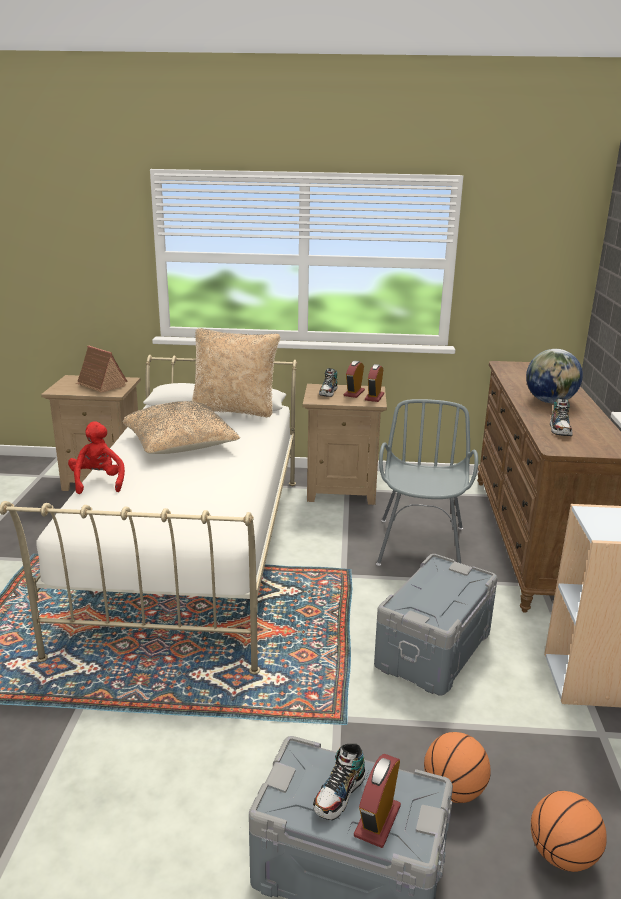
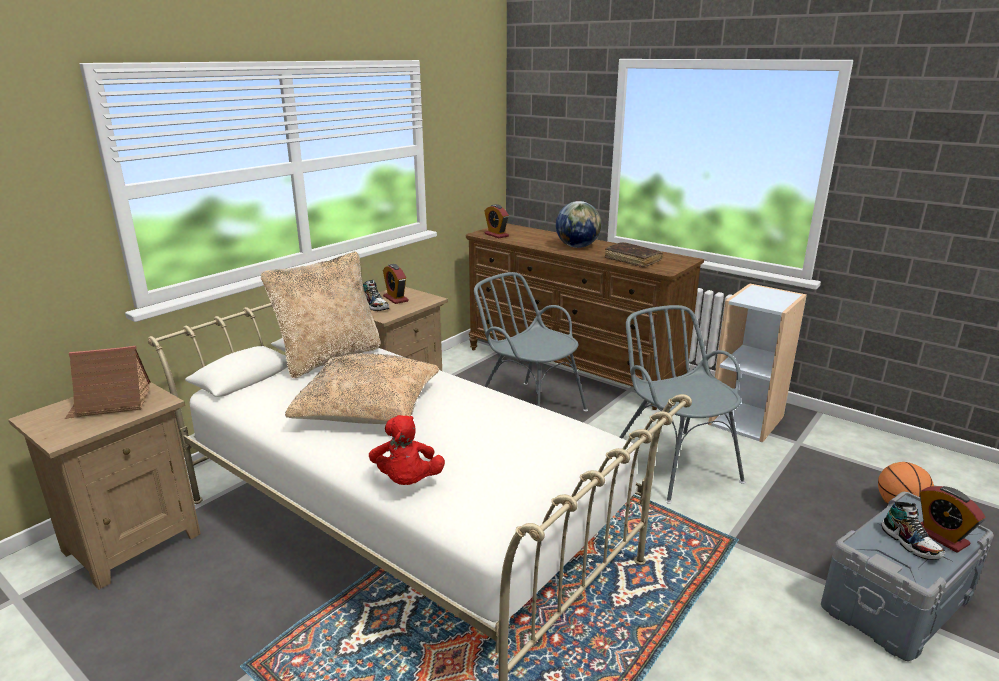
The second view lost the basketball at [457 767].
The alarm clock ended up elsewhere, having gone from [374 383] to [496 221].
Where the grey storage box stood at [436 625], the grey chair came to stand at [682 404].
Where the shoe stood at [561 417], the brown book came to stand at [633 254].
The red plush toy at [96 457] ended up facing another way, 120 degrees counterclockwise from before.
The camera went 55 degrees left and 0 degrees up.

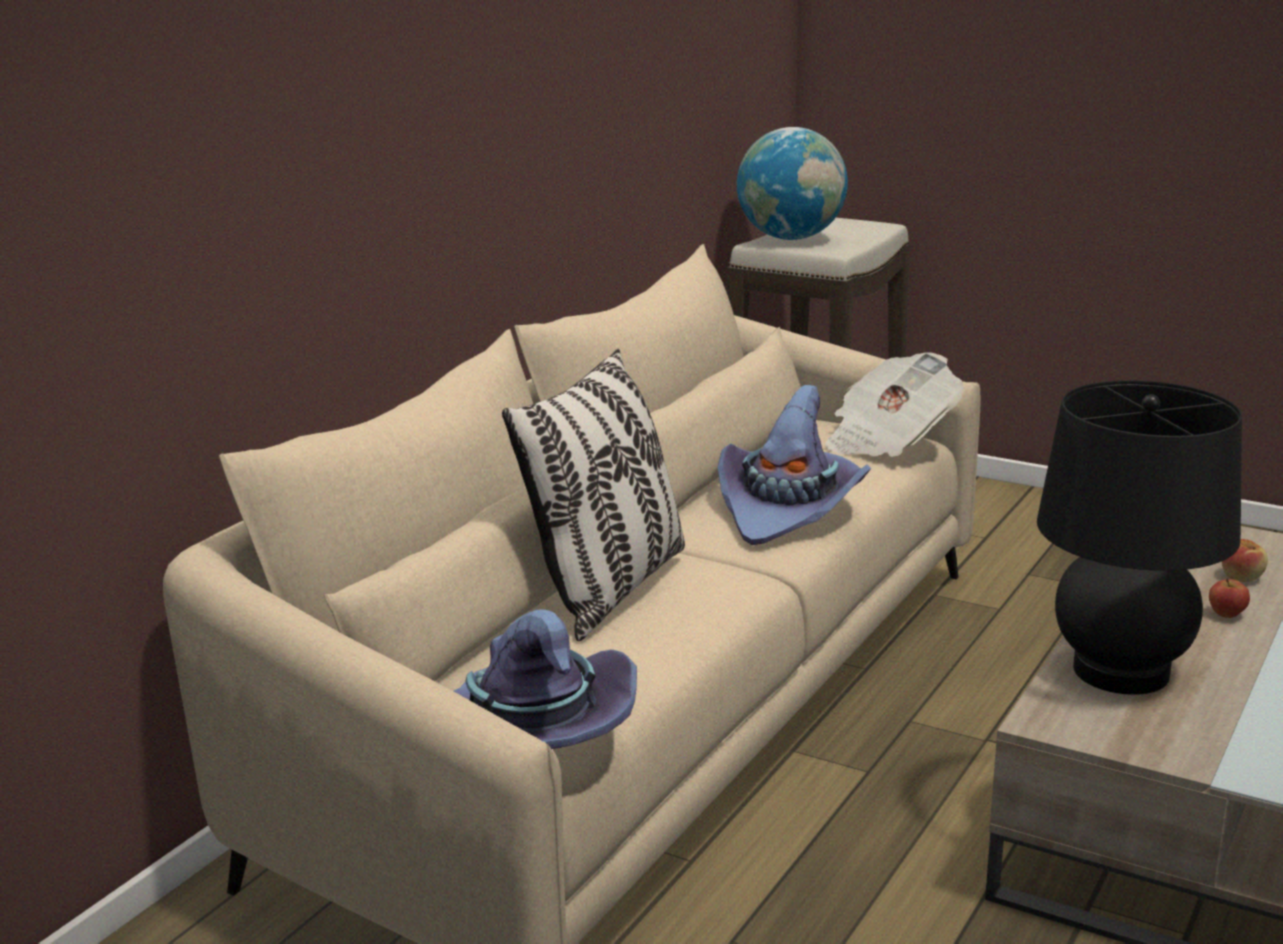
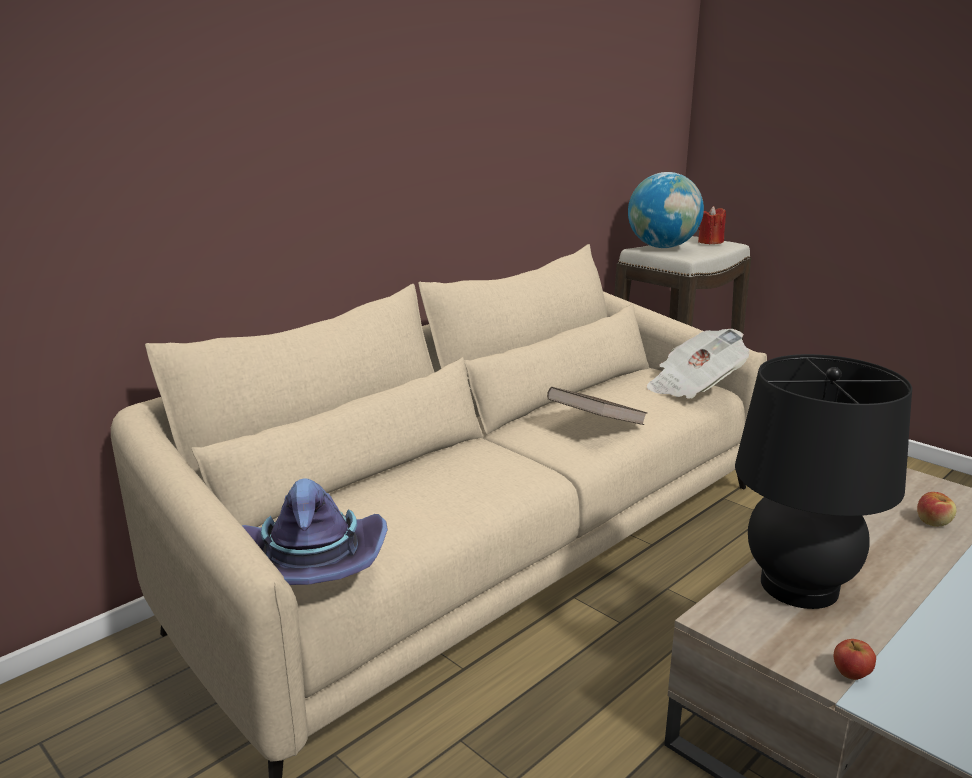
The second view lost the pillow at [593 495].
The second view gained the red candle at [712 225].
The apple ended up elsewhere, having gone from [1229 598] to [855 659].
Where the purple hat stood at [794 465], the brown book came to stand at [597 406].
The camera went 15 degrees right and 0 degrees up.

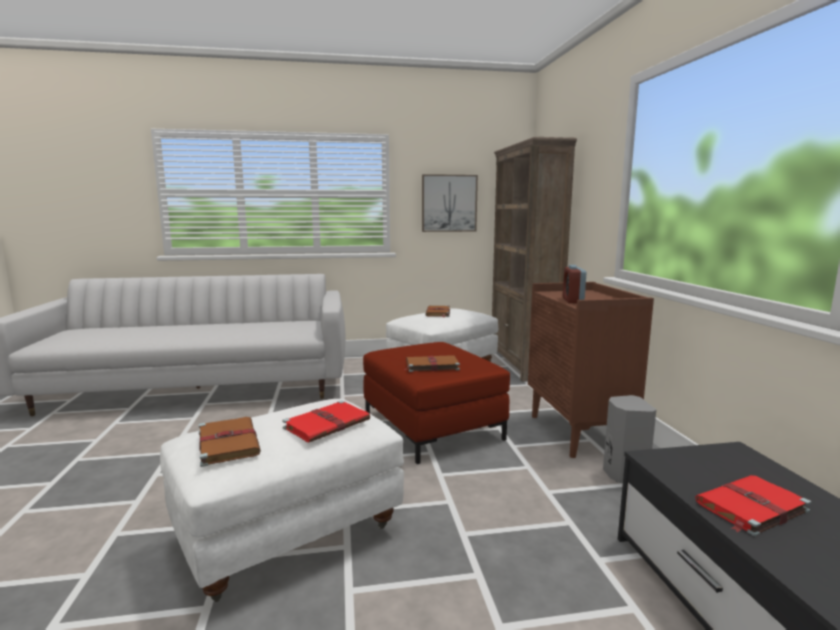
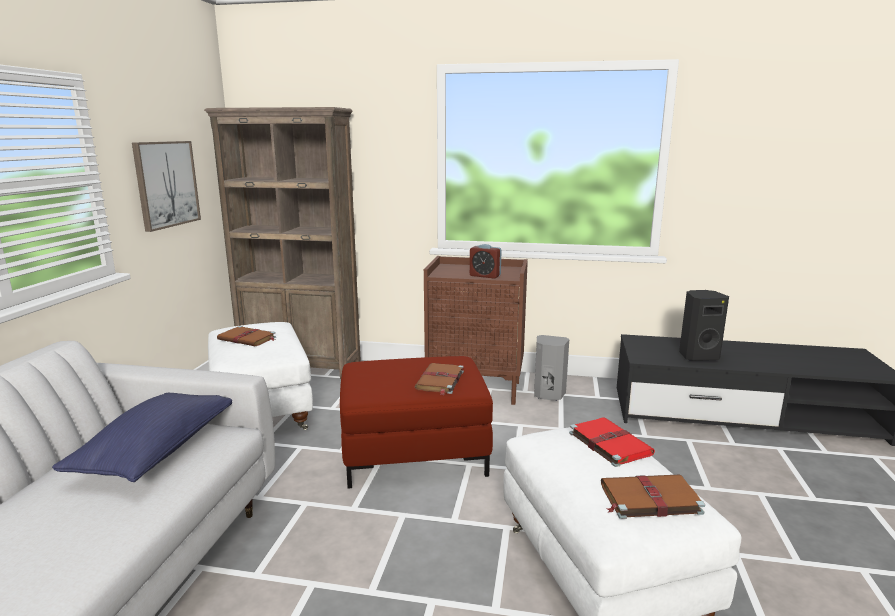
The second view gained the blue pillow at [142 437].
Where the red book stood at [753 505], the black speaker came to stand at [704 325].
The camera went 70 degrees left and 5 degrees up.

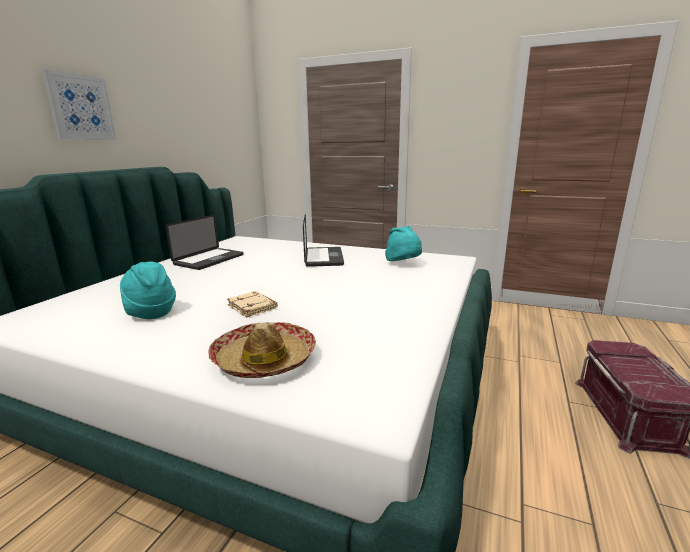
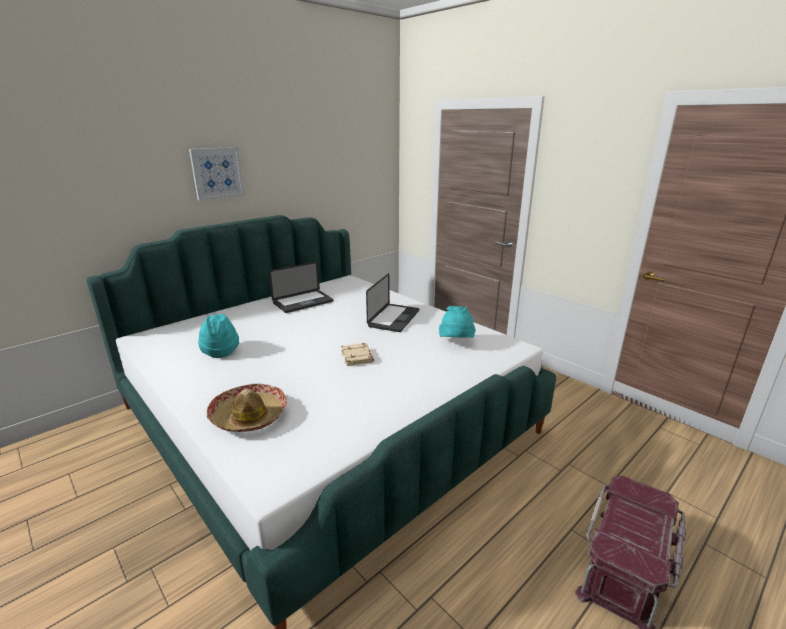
The beige book ended up elsewhere, having gone from [252 304] to [357 354].
The camera went 25 degrees right and 5 degrees up.

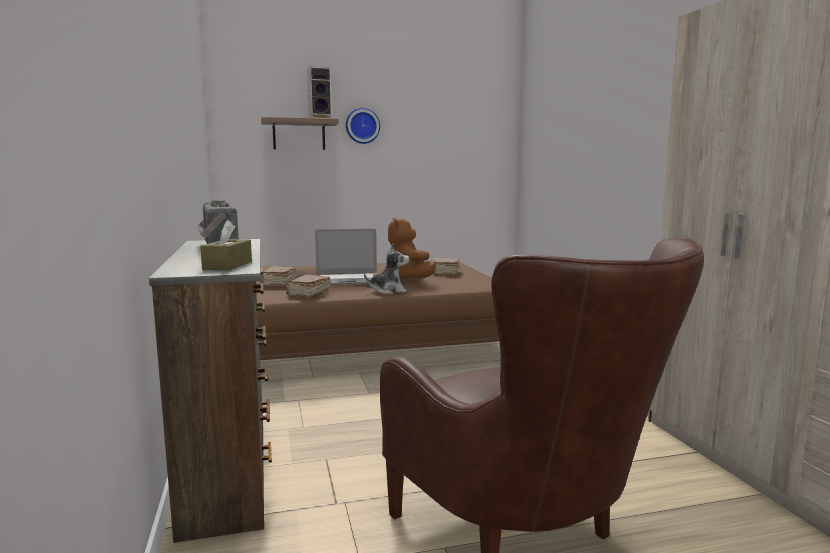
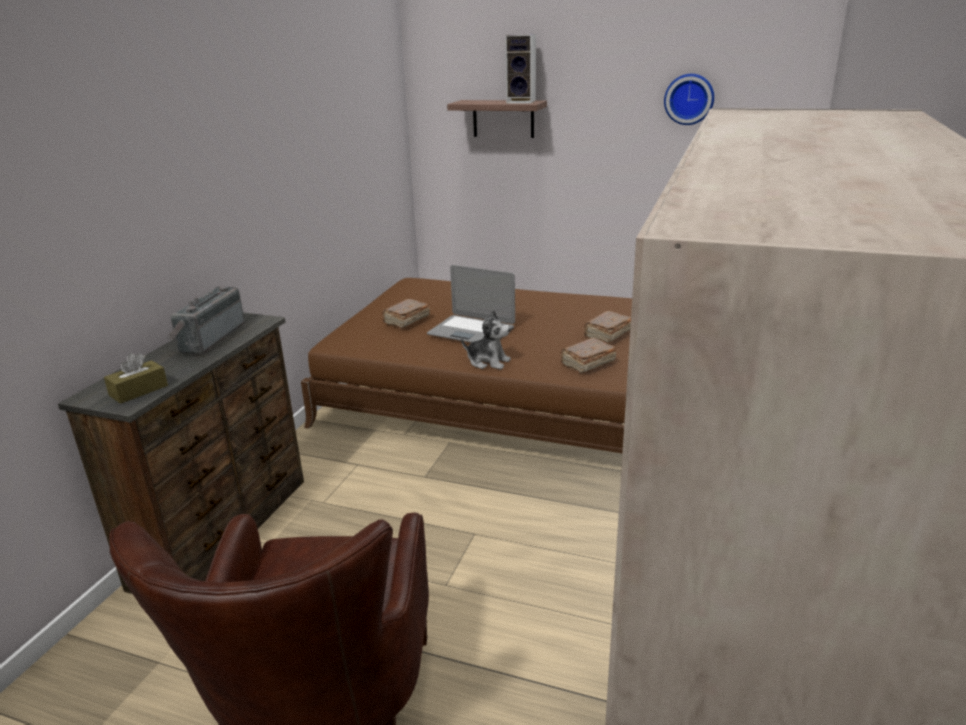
The second view lost the brown plush toy at [412 248].
The brown book ended up elsewhere, having gone from [308 286] to [588 356].
The wall clock ended up elsewhere, having gone from [363 126] to [689 99].
The camera went 35 degrees right and 15 degrees up.

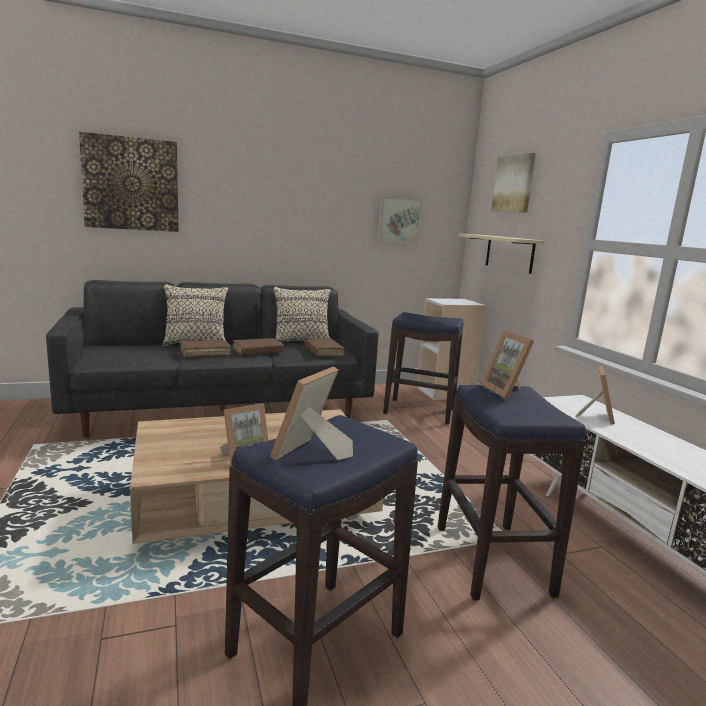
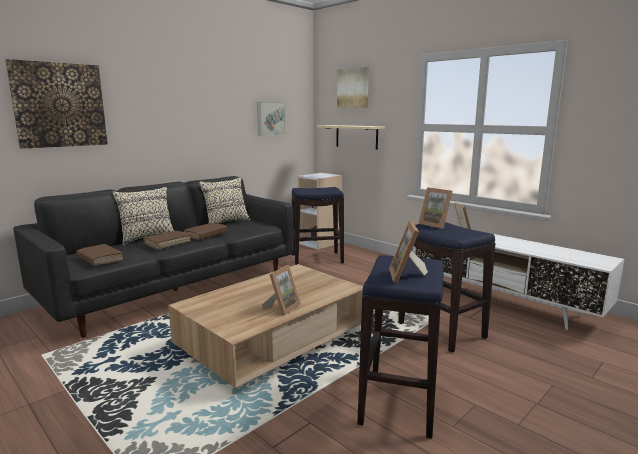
The brown book ended up elsewhere, having gone from [324 347] to [99 255].
The camera went 25 degrees left and 0 degrees up.

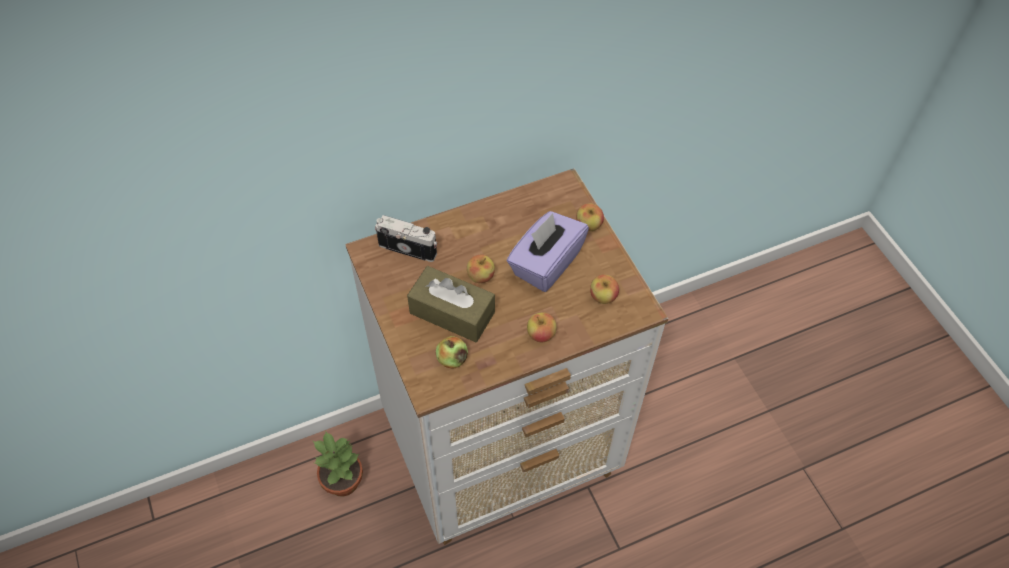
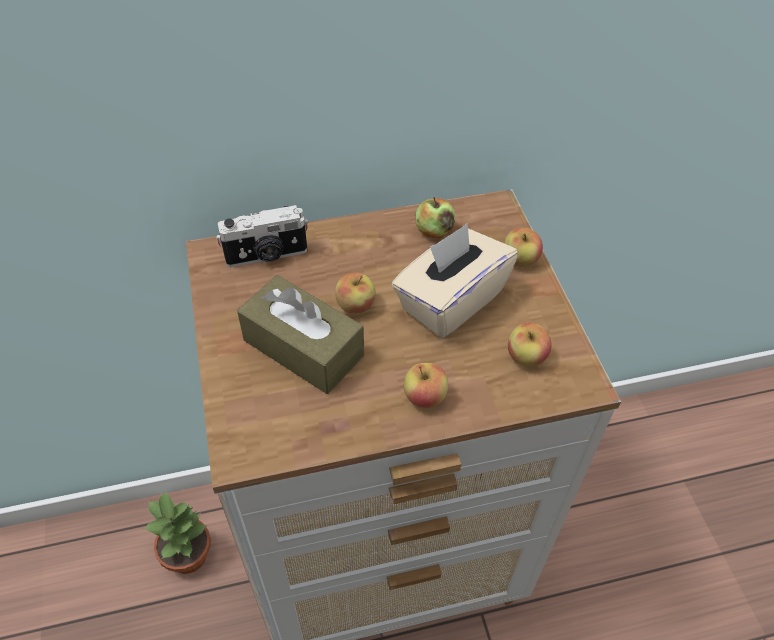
The apple ended up elsewhere, having gone from [452 352] to [435 217].
What was the purple tissue box at [548 251] turned into the beige tissue box at [455 280].
The photo camera at [406 238] ended up facing another way, 135 degrees clockwise from before.
The camera went 10 degrees right and 5 degrees down.

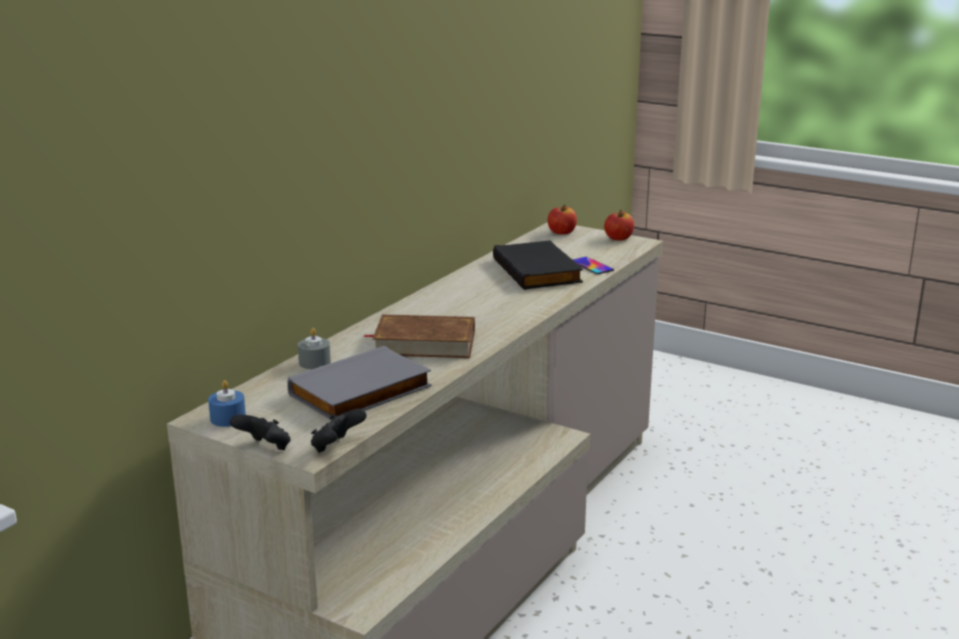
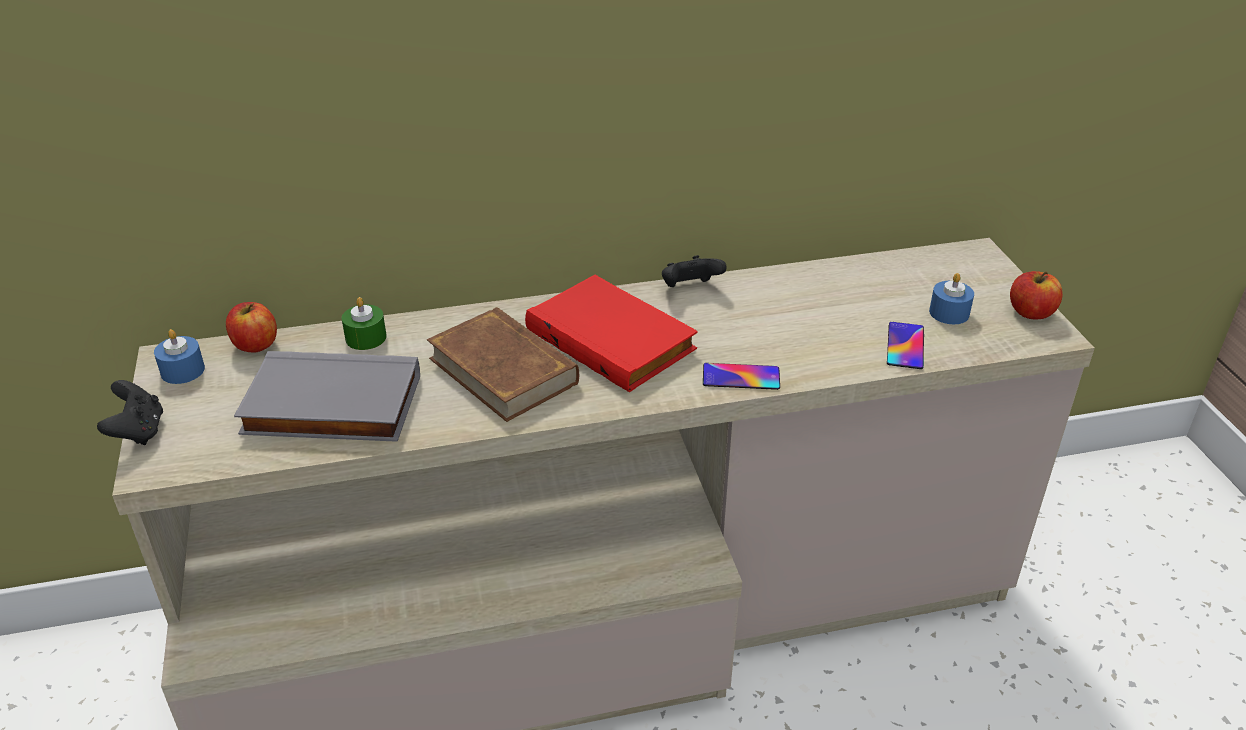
The second view lost the black book at [538 265].
The second view gained the red book at [611 333].
The second view gained the phone at [741 376].
The second view gained the blue candle at [951 298].
The black game controller ended up elsewhere, having gone from [339 431] to [694 271].
The apple ended up elsewhere, having gone from [562 220] to [251 327].
What was the grey candle at [314 348] turned into the green candle at [364 323].
The camera went 45 degrees right and 15 degrees up.

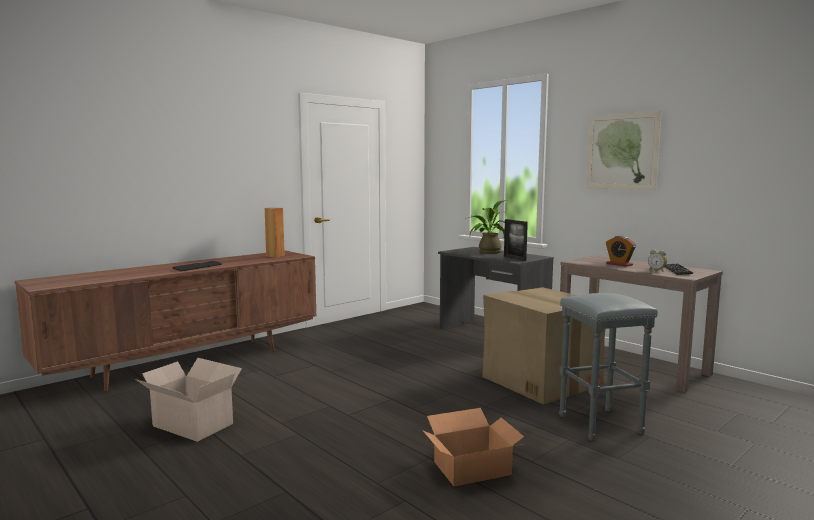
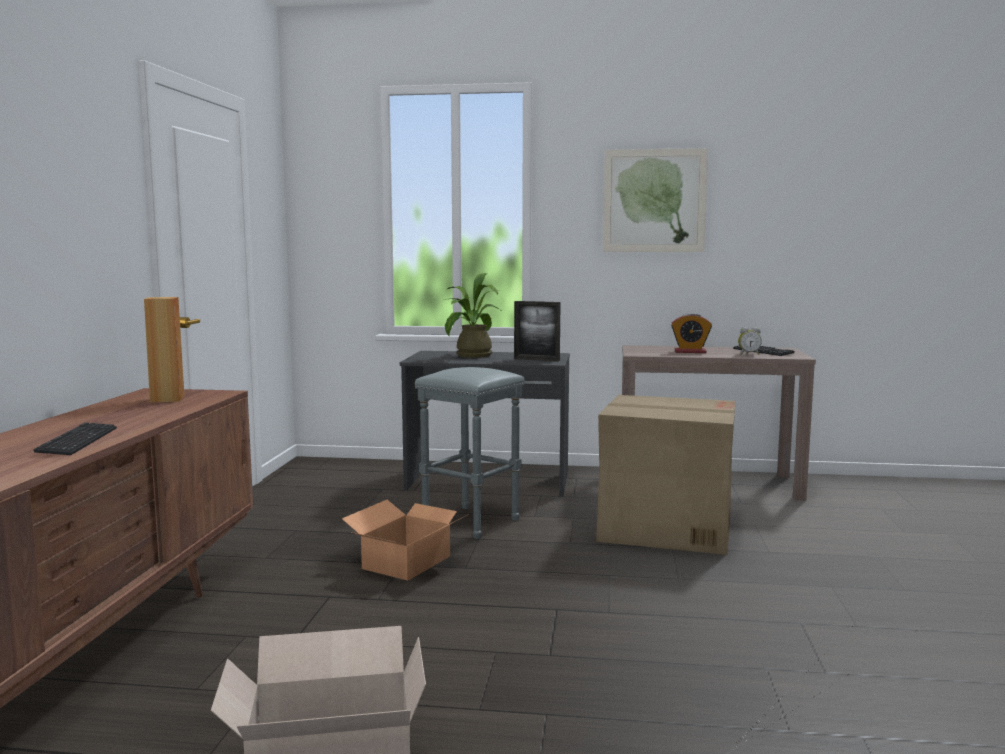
The cardboard box ended up elsewhere, having gone from [473 447] to [405 540].
The grey stool ended up elsewhere, having gone from [608 367] to [469 453].
The camera went 40 degrees left and 0 degrees up.

